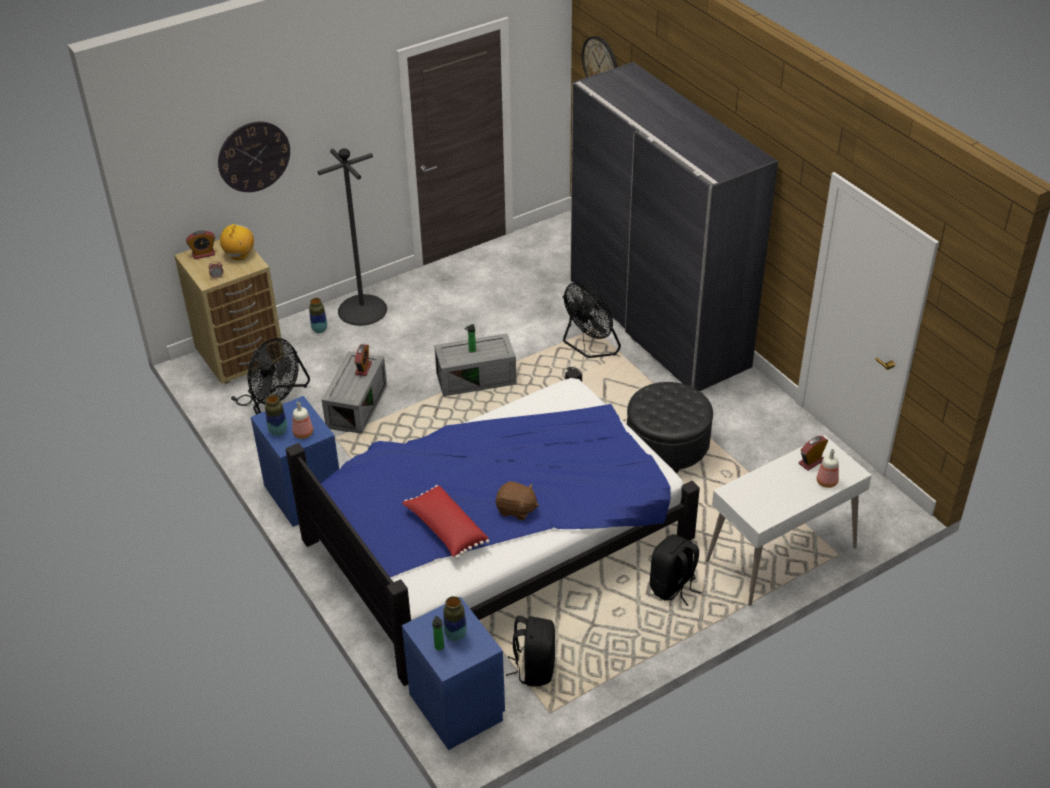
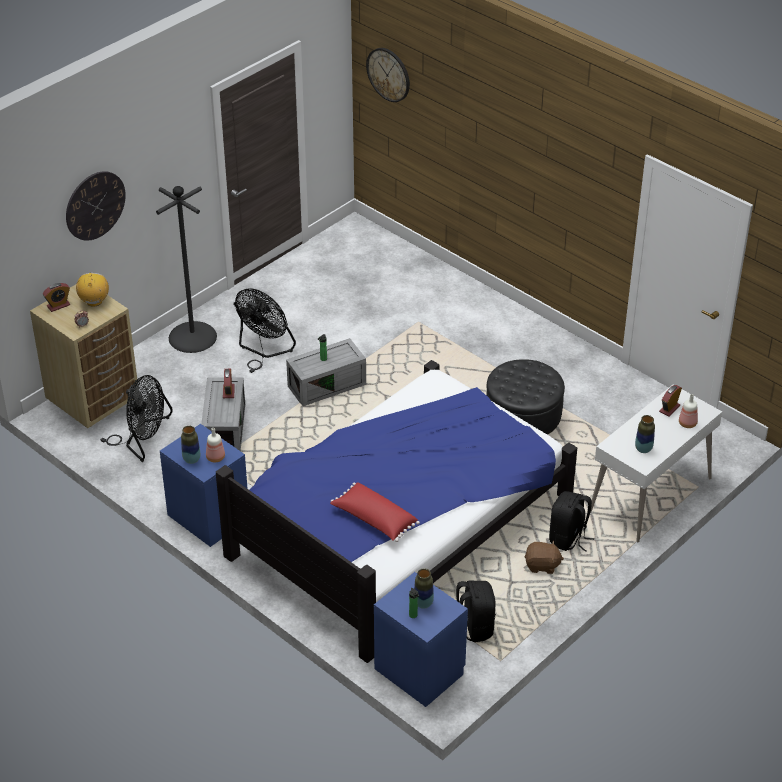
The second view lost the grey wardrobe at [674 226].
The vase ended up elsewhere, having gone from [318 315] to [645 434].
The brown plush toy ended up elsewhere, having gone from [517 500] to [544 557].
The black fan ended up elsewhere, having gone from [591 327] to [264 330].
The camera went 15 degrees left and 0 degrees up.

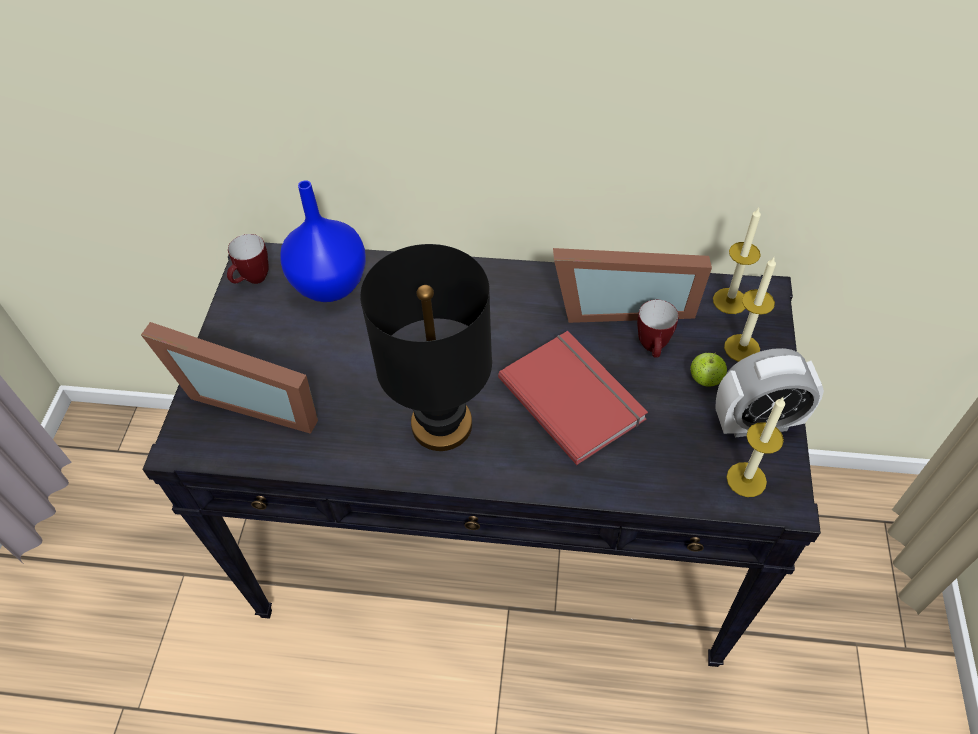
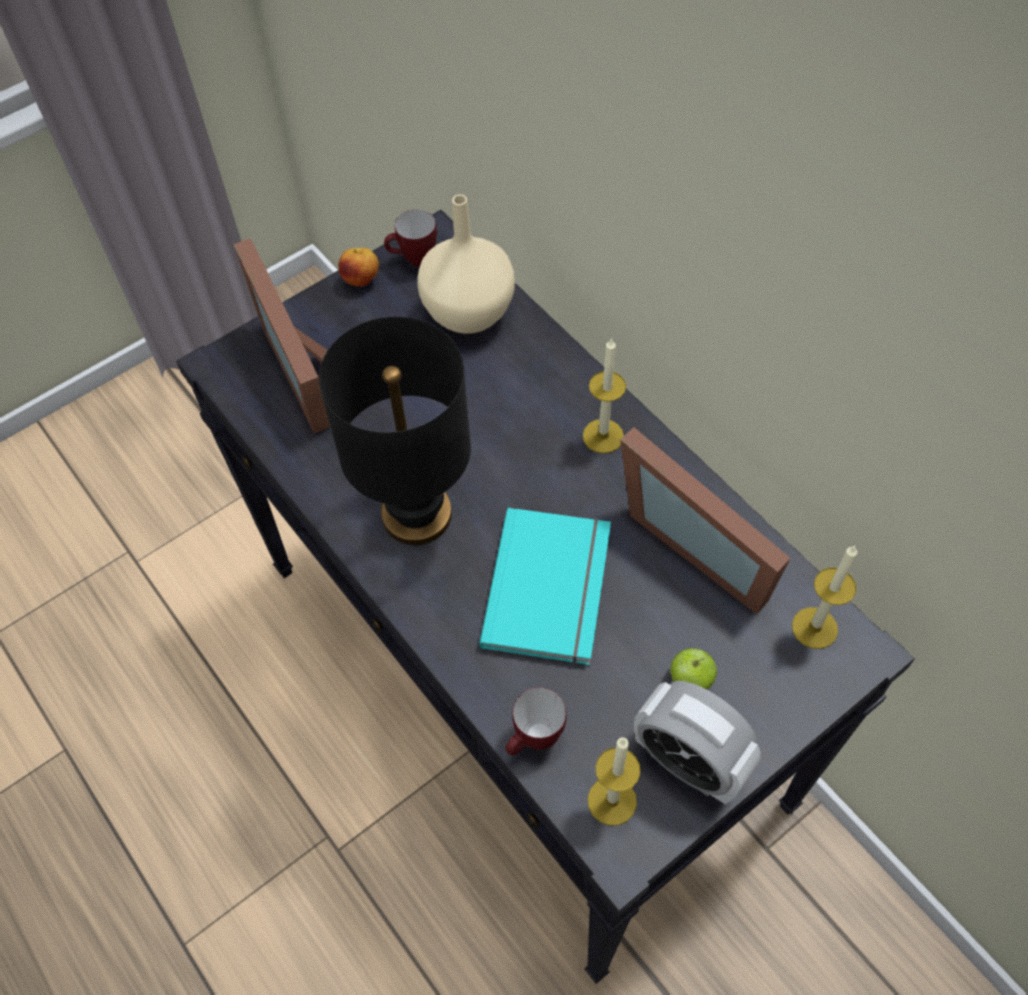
The second view gained the apple at [358 267].
The mug ended up elsewhere, having gone from [658 329] to [535 721].
The candle ended up elsewhere, having gone from [750 309] to [604 395].
What was the blue vase at [323 241] turned into the beige vase at [466 264].
What was the red book at [573 398] turned into the turquoise book at [545 586].
The camera went 45 degrees right and 5 degrees up.

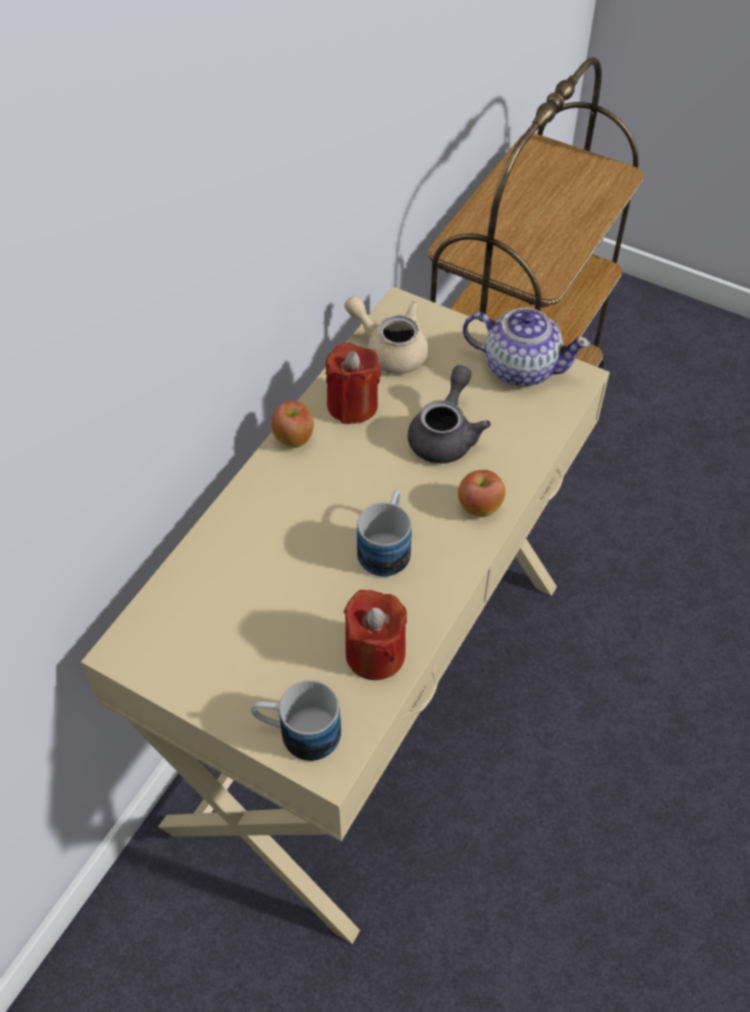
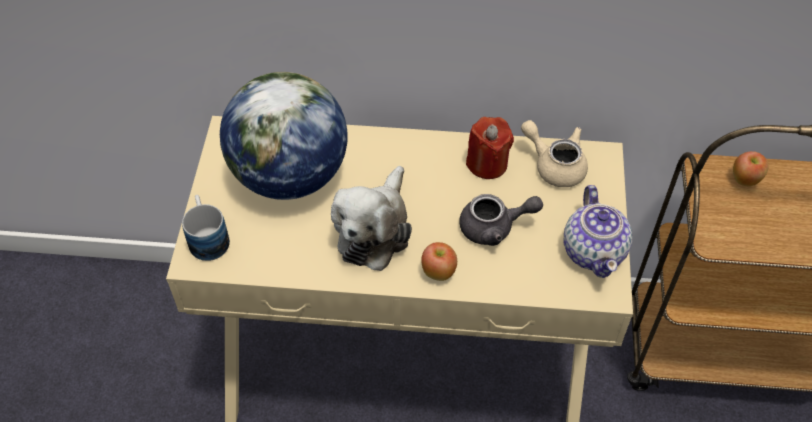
The second view lost the red candle at [375 635].
The second view gained the globe at [283 136].
The apple ended up elsewhere, having gone from [292 424] to [751 168].
Where the mug stood at [384 533], the plush toy came to stand at [371 218].
The beige teapot at [386 335] ended up facing another way, 60 degrees counterclockwise from before.
The camera went 65 degrees right and 0 degrees up.

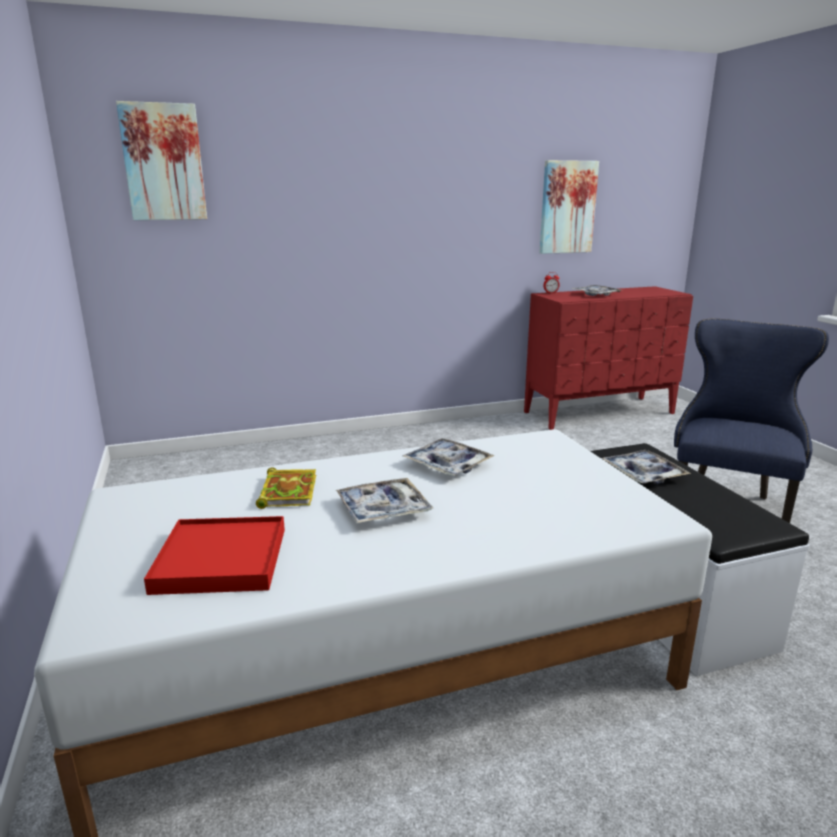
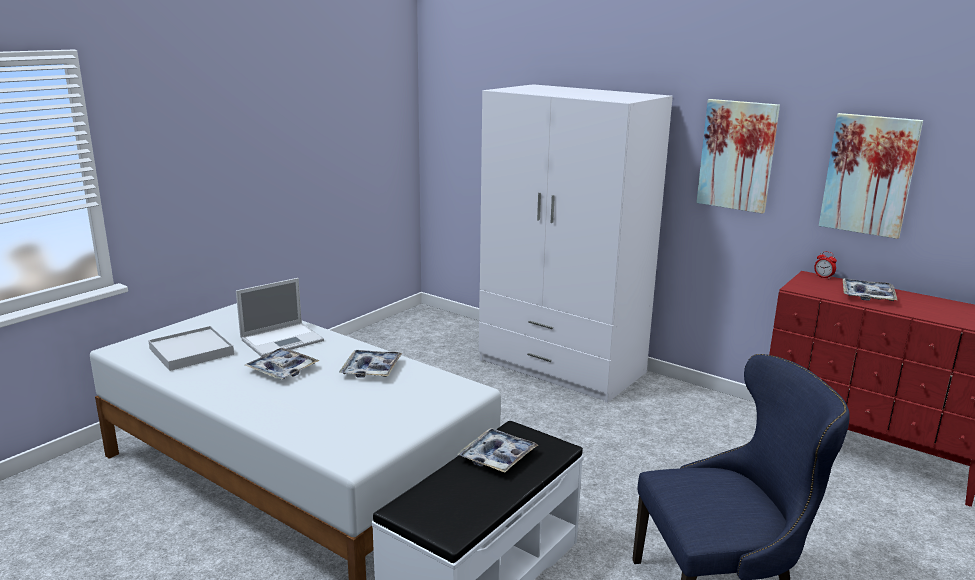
The second view gained the white wardrobe at [576 243].
The picture ended up elsewhere, having gone from [161 160] to [738 156].
Where the book stood at [286 488], the laptop came to stand at [280 317].
What was the red tray at [214 555] turned into the white tray at [191 348].
The camera went 55 degrees right and 0 degrees up.

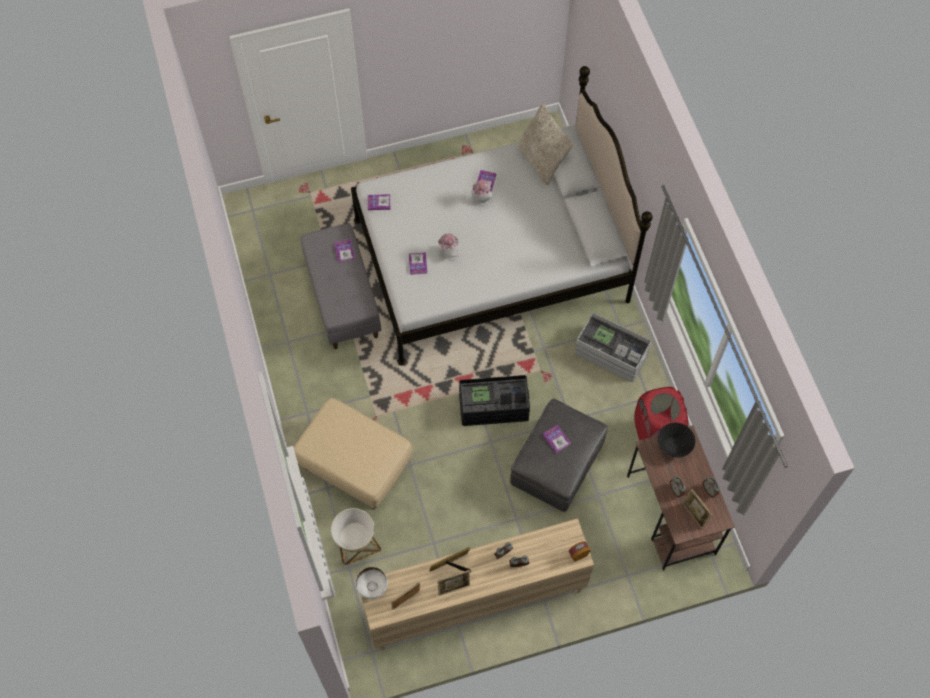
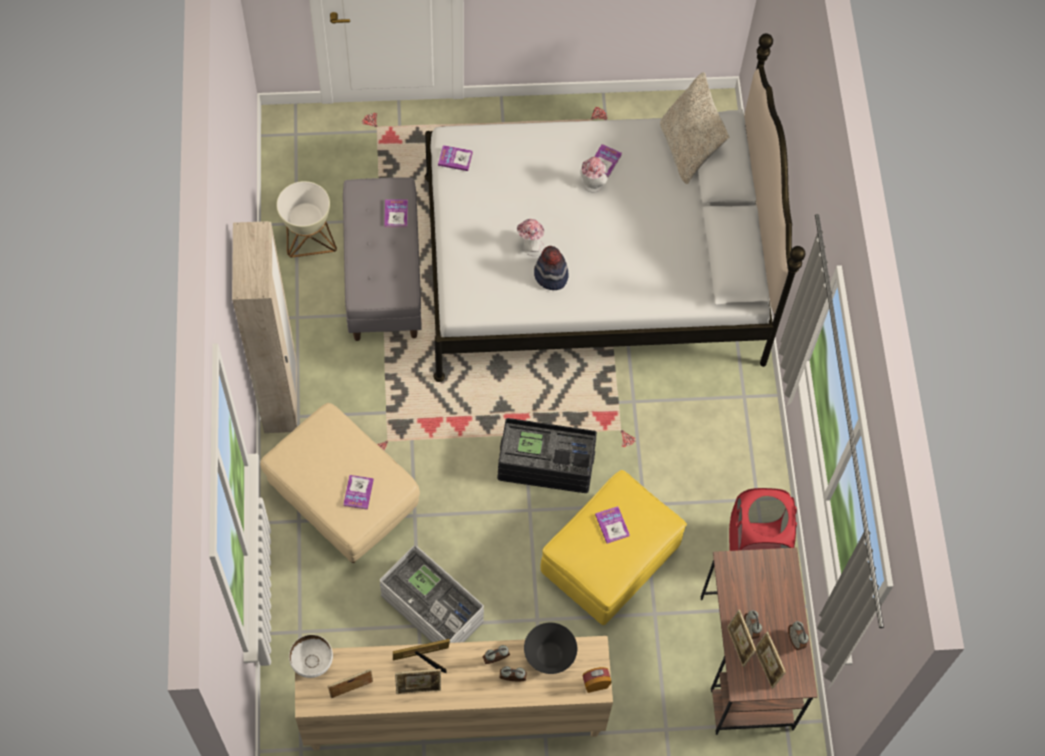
The second view gained the beige wardrobe at [264 327].
The second view gained the hat at [551 268].
The second view gained the picture frame at [741 638].
The planter ended up elsewhere, having gone from [356 536] to [307 219].
The book ended up elsewhere, having gone from [418 263] to [358 492].
The grey storage box ended up elsewhere, having gone from [612 347] to [432 594].
The black bowl ended up elsewhere, having gone from [676 440] to [550 648].
What was the grey ottoman at [559 455] turned into the yellow ottoman at [613 547].
The camera went 10 degrees right and 0 degrees up.

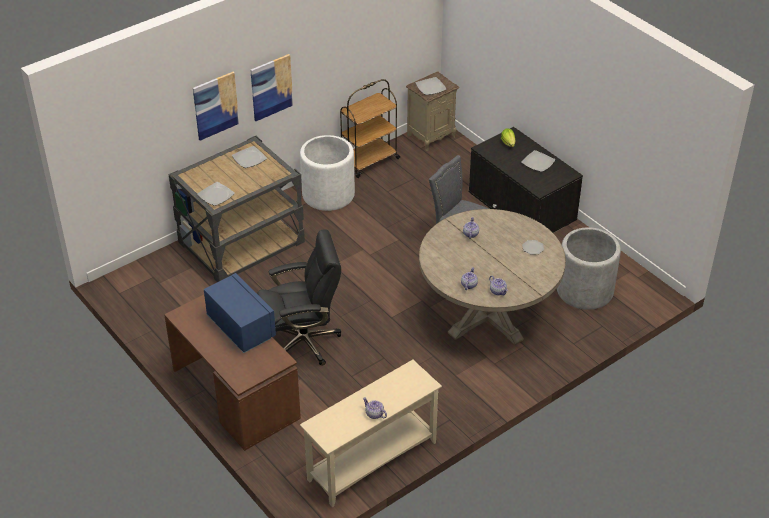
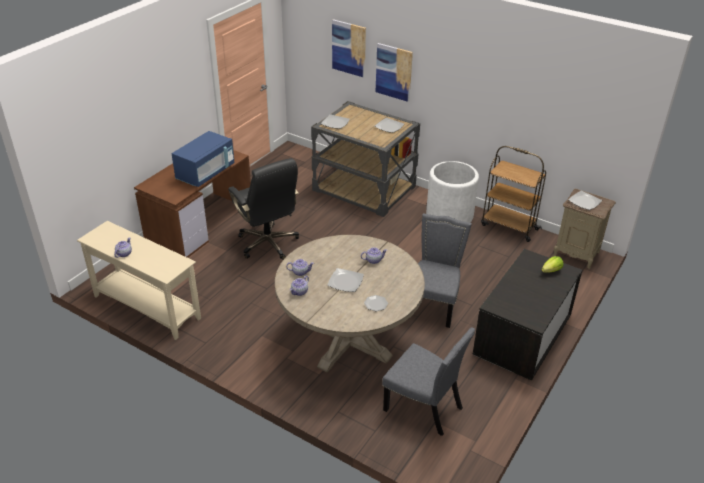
The picture ended up elsewhere, having gone from [271 87] to [349 48].
The plate ended up elsewhere, having gone from [538 161] to [346 280].
Where the grey planter stood at [589 268], the grey chair came to stand at [428 381].
The camera went 70 degrees right and 5 degrees down.

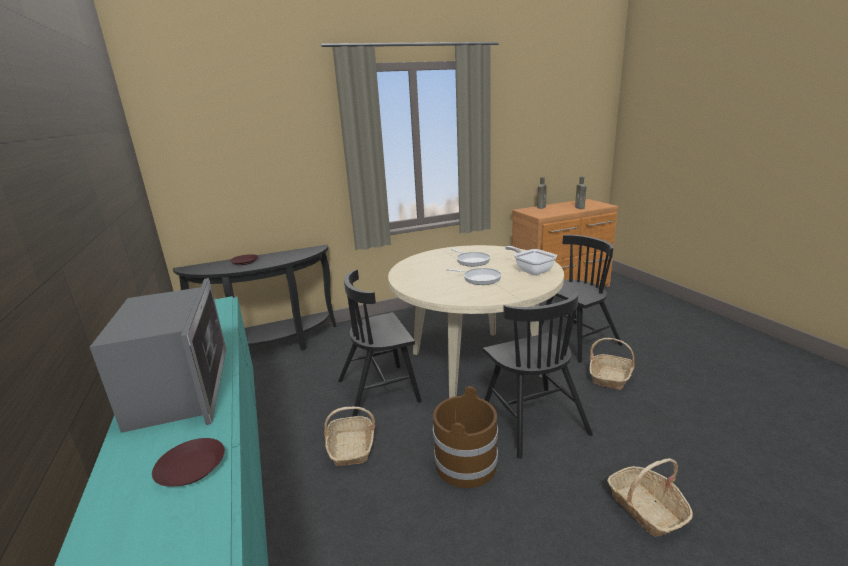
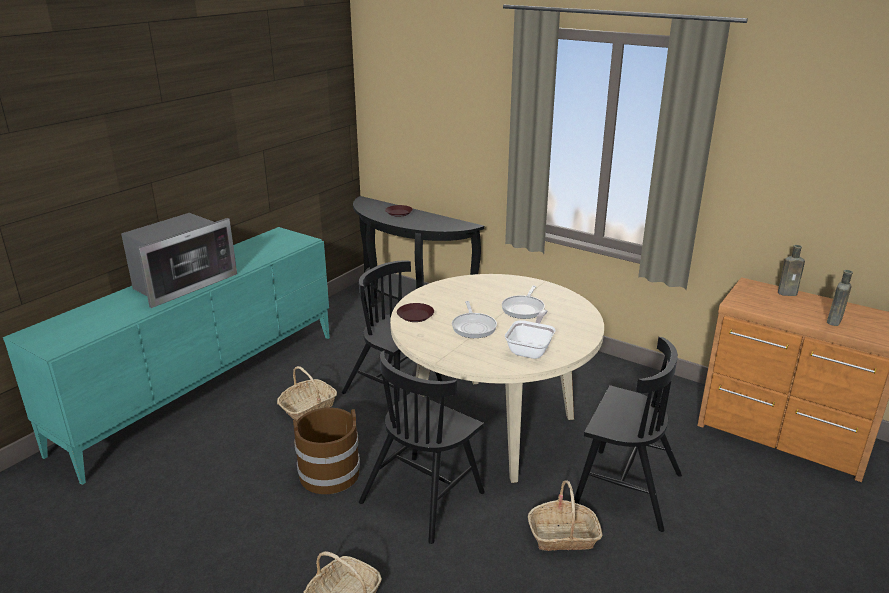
The brown plate ended up elsewhere, having gone from [188 462] to [415 312].
The camera went 55 degrees right and 5 degrees up.

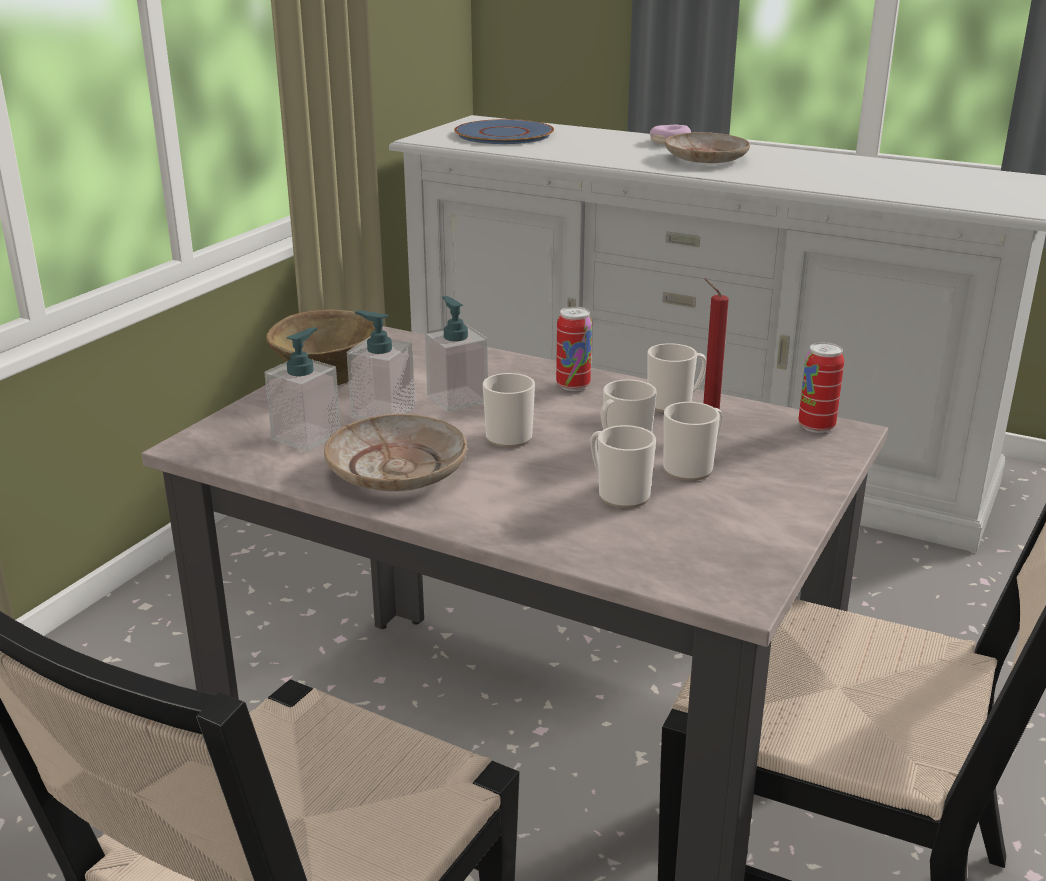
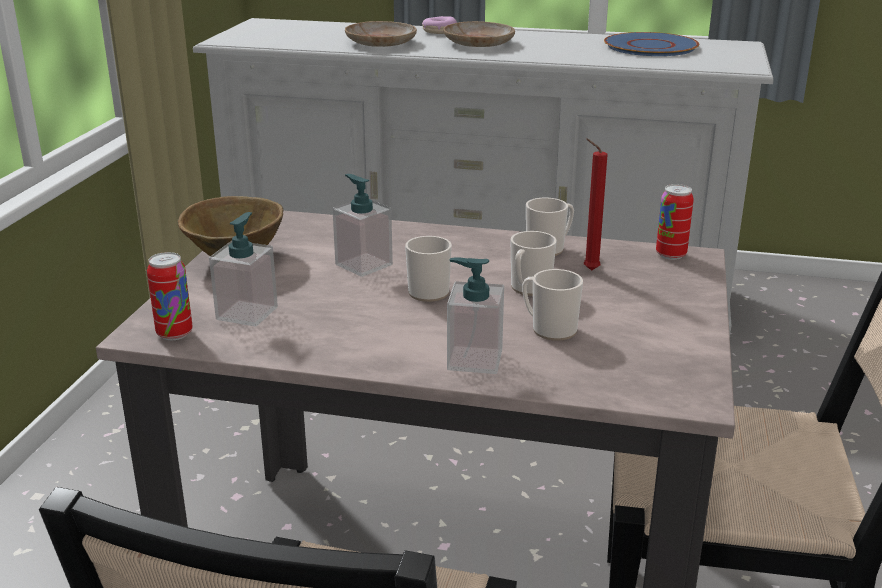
The second view lost the mug at [692 441].
The beige plate ended up elsewhere, having gone from [395 452] to [381 34].
The soap dispenser ended up elsewhere, having gone from [381 365] to [475 315].
The blue plate ended up elsewhere, having gone from [504 131] to [651 44].
The can ended up elsewhere, having gone from [574 349] to [170 296].
The camera went 15 degrees left and 0 degrees up.

